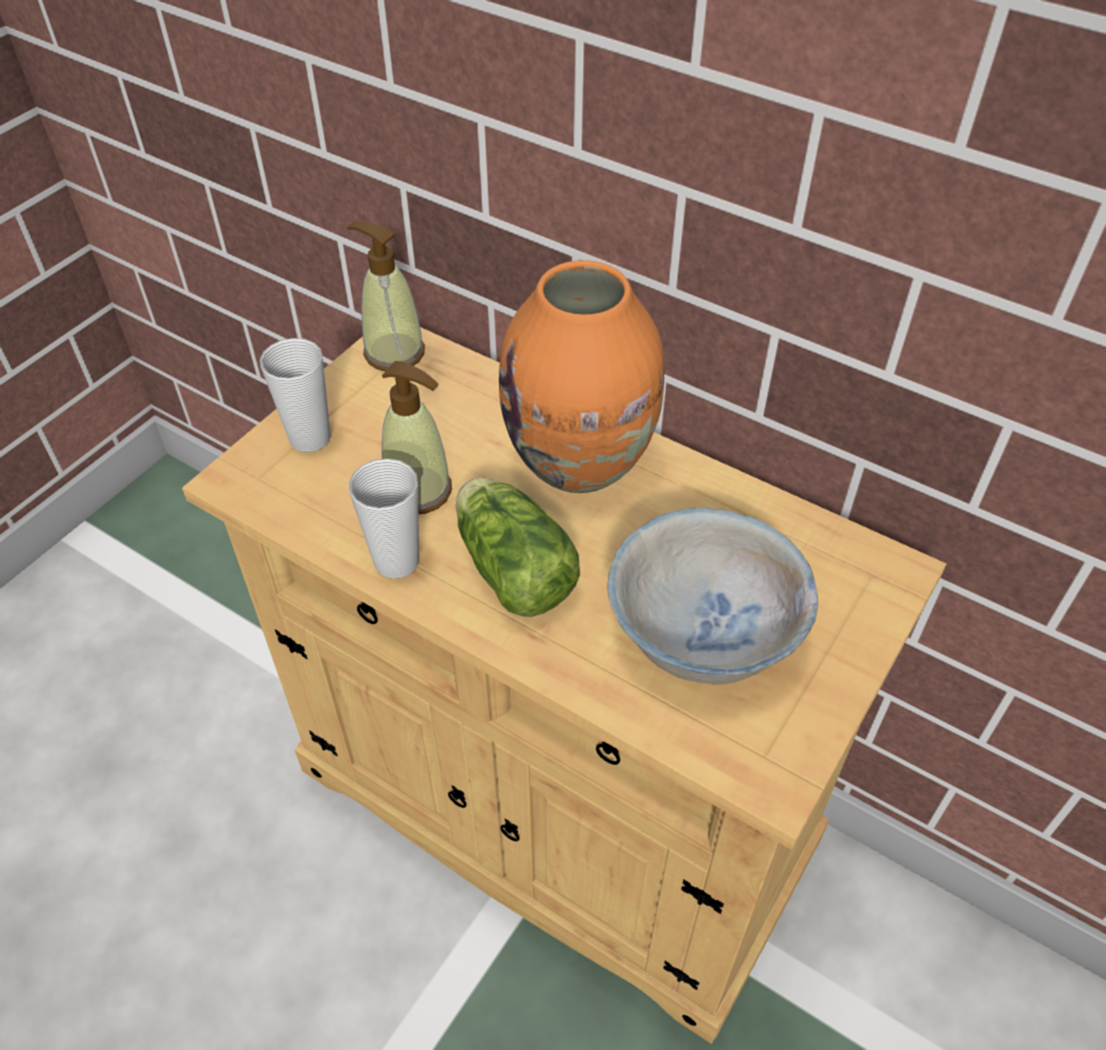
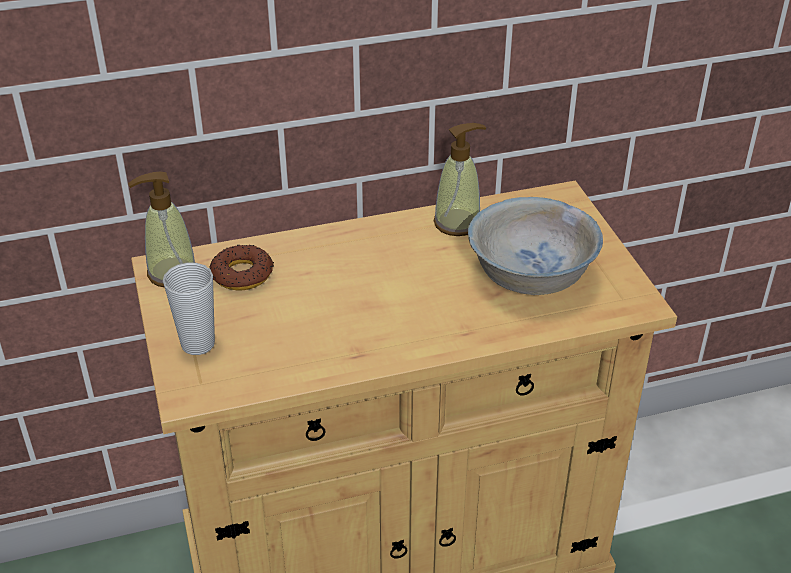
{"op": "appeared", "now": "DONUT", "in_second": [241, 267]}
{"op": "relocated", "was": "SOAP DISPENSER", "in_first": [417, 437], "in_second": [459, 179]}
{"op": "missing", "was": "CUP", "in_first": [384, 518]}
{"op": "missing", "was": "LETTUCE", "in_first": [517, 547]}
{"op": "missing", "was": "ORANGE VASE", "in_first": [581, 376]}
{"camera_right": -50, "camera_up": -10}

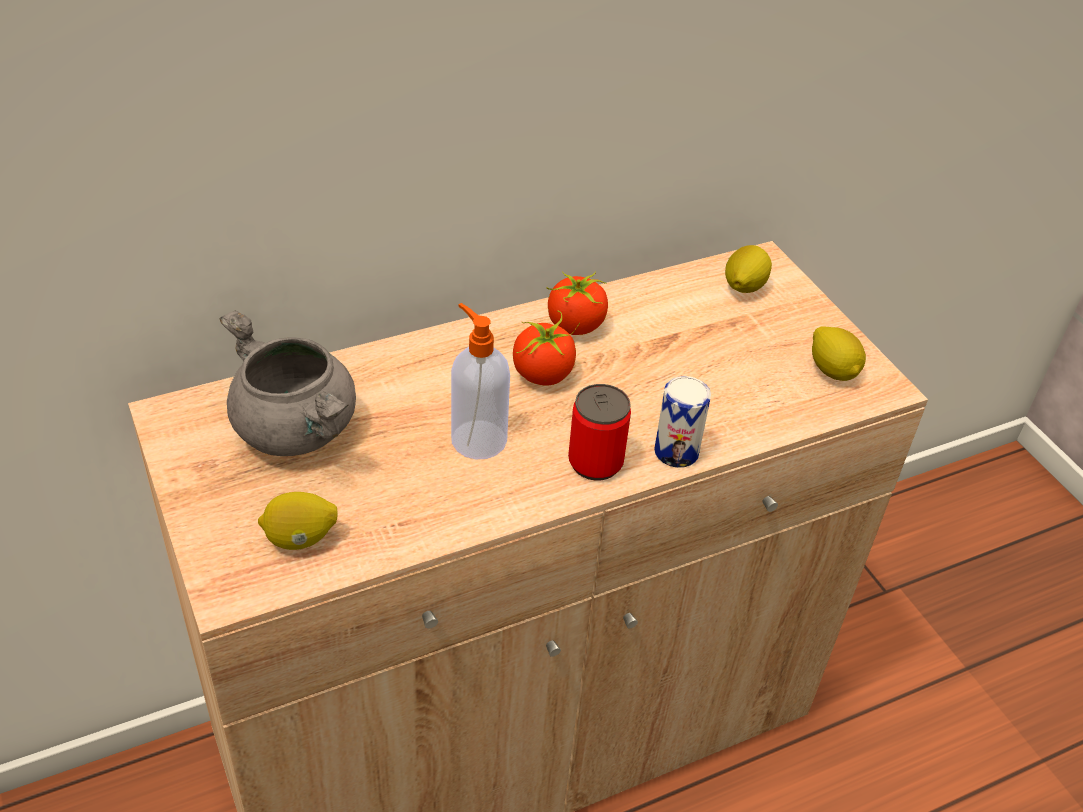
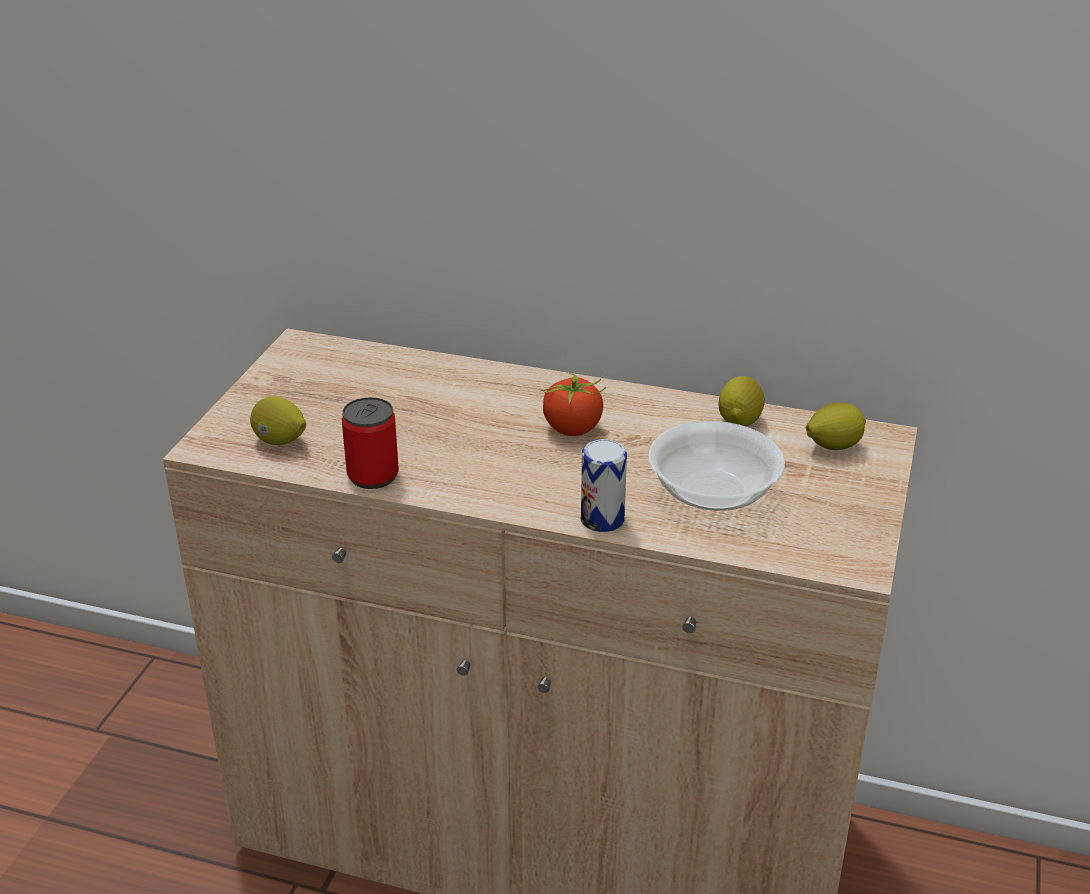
{"op": "relocated", "was": "CAN", "in_first": [599, 432], "in_second": [370, 443]}
{"op": "appeared", "now": "BOWL", "in_second": [716, 466]}
{"op": "relocated", "was": "LEMON", "in_first": [839, 353], "in_second": [741, 401]}
{"op": "missing", "was": "GREY COOKING POT", "in_first": [288, 383]}
{"op": "missing", "was": "SOAP DISPENSER", "in_first": [480, 381]}
{"op": "missing", "was": "TOMATO", "in_first": [577, 303]}
{"camera_right": 45, "camera_up": -10}

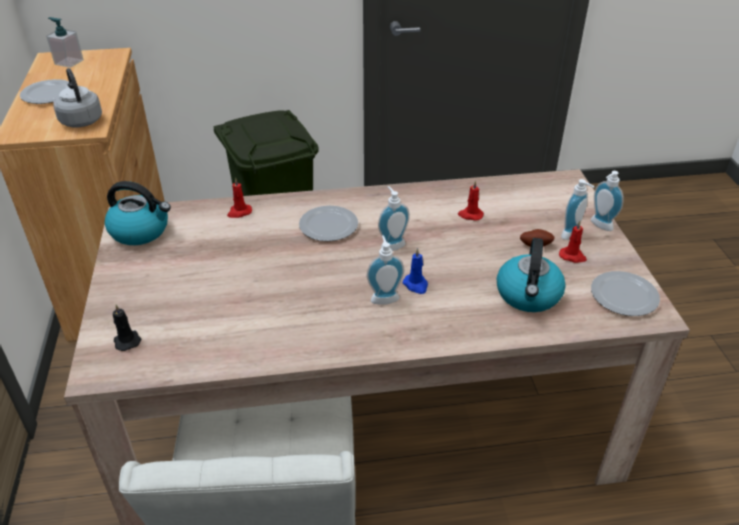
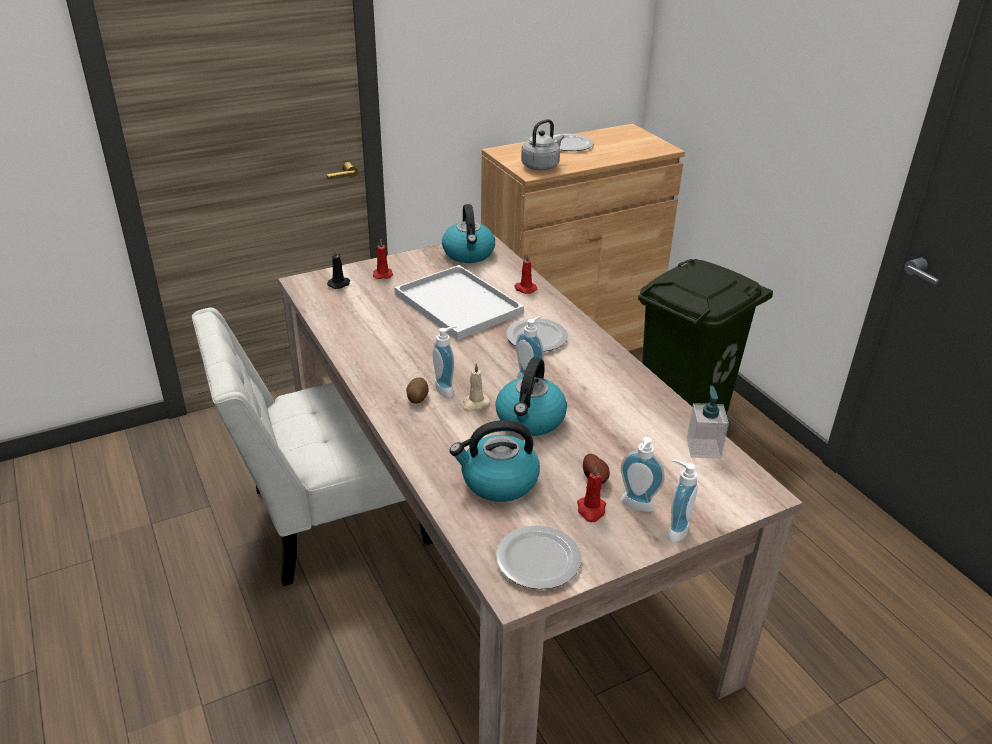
{"op": "relocated", "was": "RED CANDLE", "in_first": [471, 200], "in_second": [383, 259]}
{"op": "appeared", "now": "WHITE TRAY", "in_second": [459, 302]}
{"op": "appeared", "now": "POTATO", "in_second": [417, 390]}
{"op": "colour", "was": "BLUE CANDLE", "now": "BEIGE CANDLE", "in_first": [415, 271], "in_second": [476, 387]}
{"op": "appeared", "now": "KETTLE", "in_second": [531, 396]}
{"op": "relocated", "was": "SOAP DISPENSER", "in_first": [65, 42], "in_second": [708, 422]}
{"camera_right": 70, "camera_up": -5}

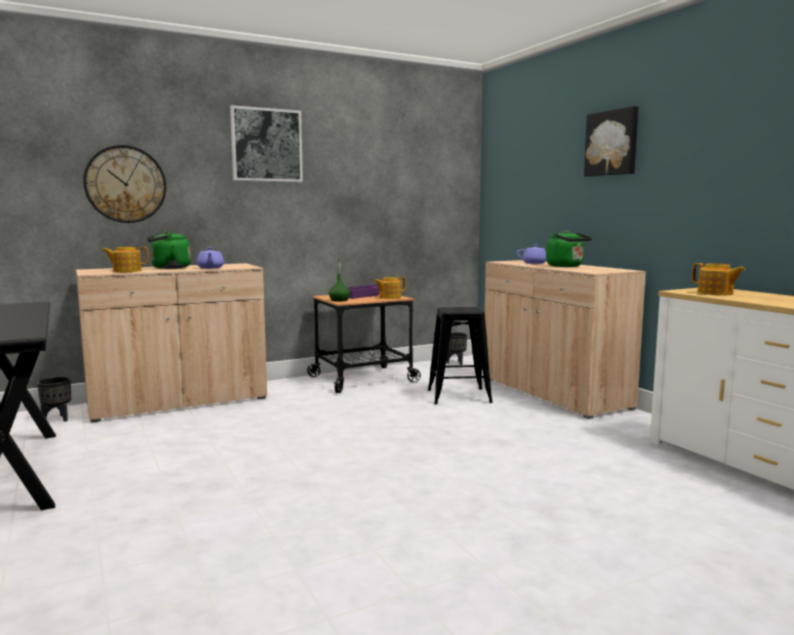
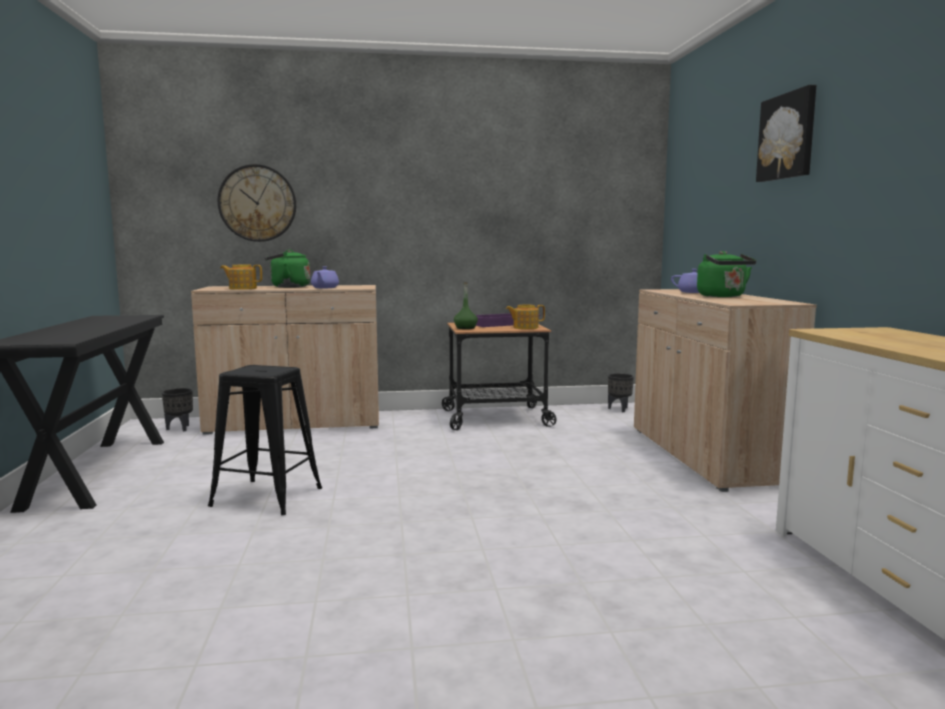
{"op": "relocated", "was": "BLACK STOOL", "in_first": [460, 355], "in_second": [265, 440]}
{"op": "missing", "was": "PICTURE", "in_first": [266, 143]}
{"op": "missing", "was": "TEAPOT", "in_first": [718, 279]}
{"camera_right": 20, "camera_up": 0}

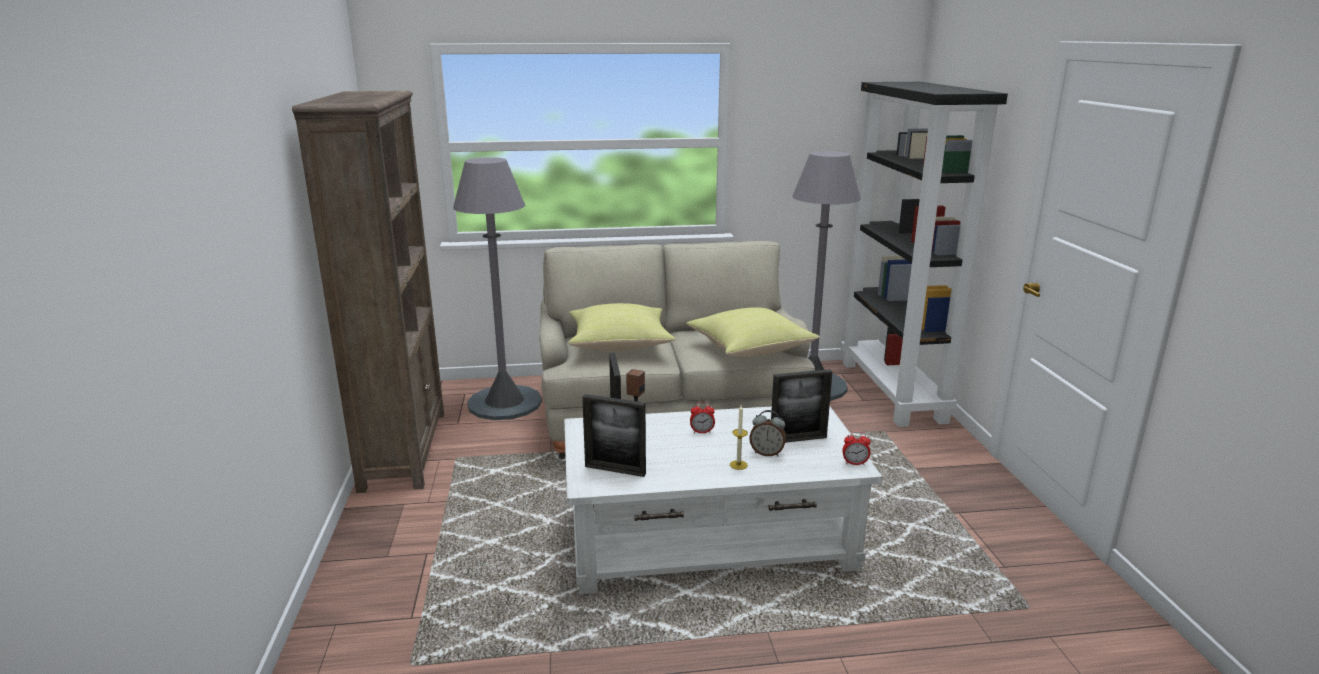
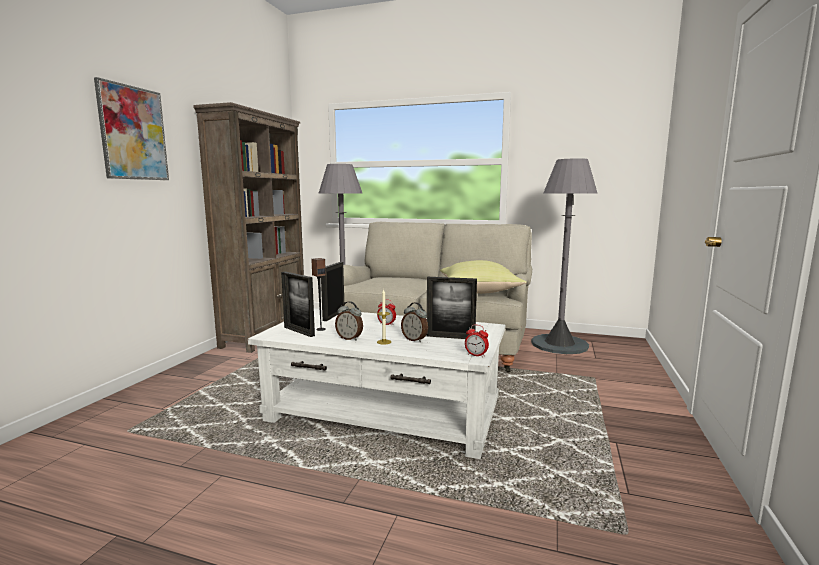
{"op": "appeared", "now": "PICTURE", "in_second": [131, 128]}
{"op": "appeared", "now": "ALARM CLOCK", "in_second": [349, 320]}
{"op": "missing", "was": "YELLOW PILLOW", "in_first": [622, 327]}
{"op": "missing", "was": "BLACK BOOKCASE", "in_first": [924, 254]}
{"camera_right": 25, "camera_up": -10}

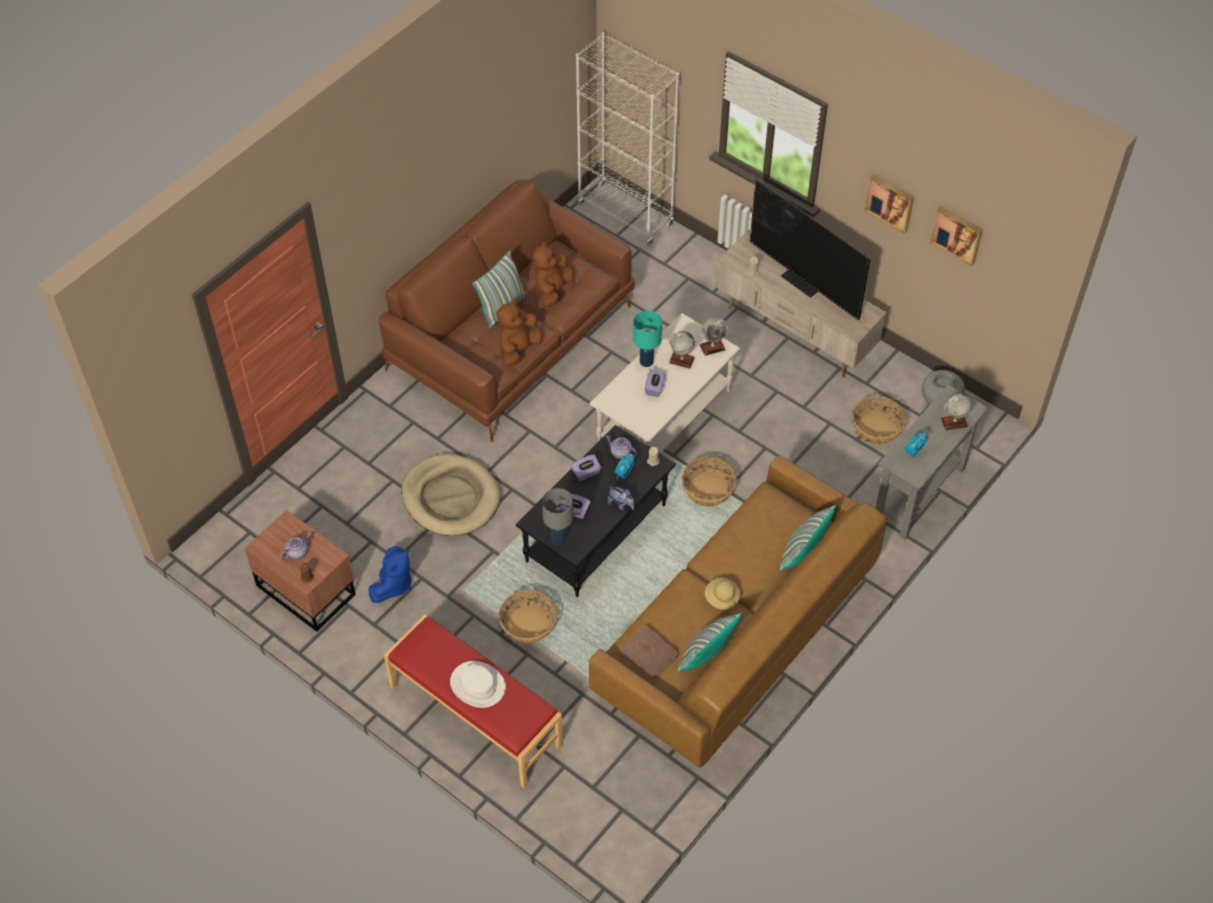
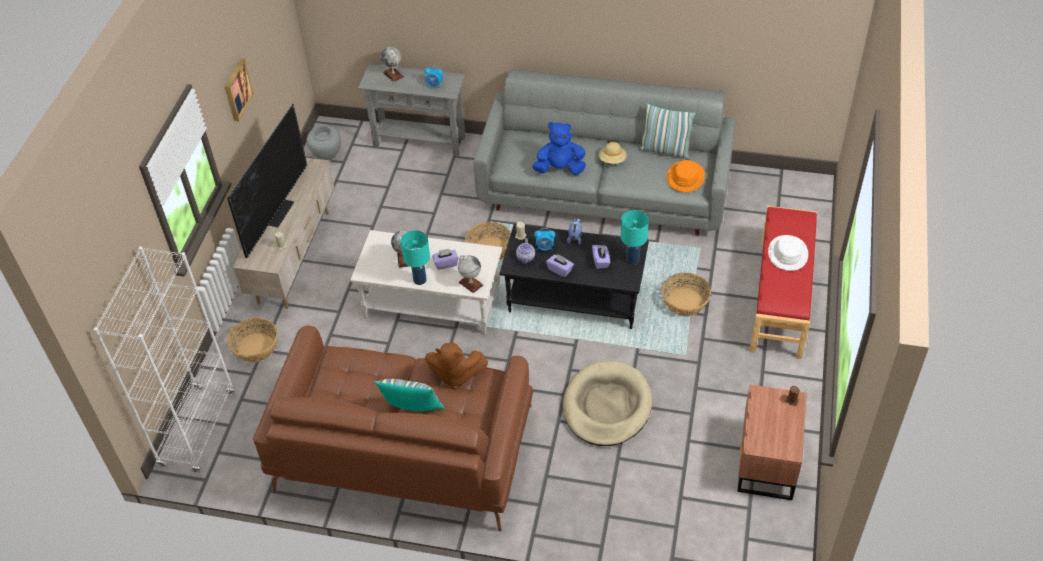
{"op": "relocated", "was": "BASKET", "in_first": [879, 420], "in_second": [252, 340]}
{"op": "relocated", "was": "GLOBE", "in_first": [714, 337], "in_second": [470, 274]}
{"op": "colour", "was": "BROWN SOFA", "now": "GREY SOFA", "in_first": [738, 611], "in_second": [604, 153]}
{"op": "relocated", "was": "BLUE PLUSH TOY", "in_first": [390, 574], "in_second": [559, 148]}
{"op": "colour", "was": "GREY TABLE LAMP", "now": "TURQUOISE TABLE LAMP", "in_first": [558, 516], "in_second": [635, 237]}
{"op": "exchanged", "was": "BROWN BOOK", "now": "ORANGE HAT", "in_first": [650, 652], "in_second": [686, 176]}
{"op": "missing", "was": "TEAPOT", "in_first": [295, 547]}
{"op": "missing", "was": "BROWN PLUSH TOY", "in_first": [553, 274]}
{"op": "missing", "was": "PILLOW", "in_first": [808, 538]}
{"op": "missing", "was": "PICTURE", "in_first": [956, 236]}
{"camera_right": -115, "camera_up": -5}

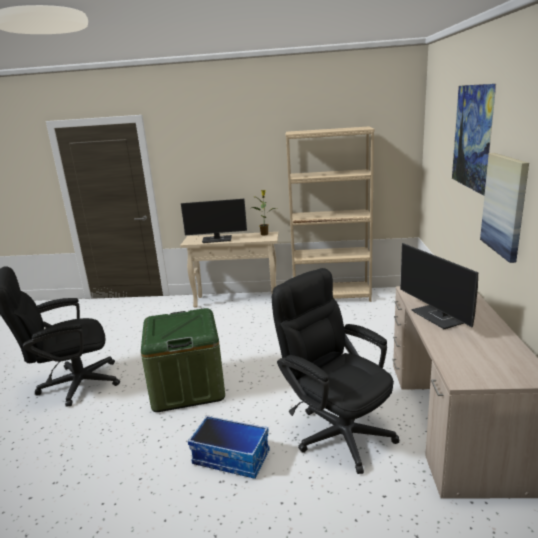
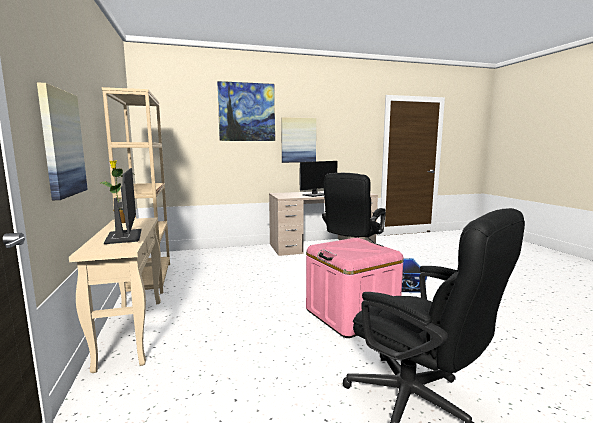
{"op": "appeared", "now": "PICTURE", "in_second": [62, 141]}
{"op": "colour", "was": "GREEN STORAGE BOX", "now": "PINK STORAGE BOX", "in_first": [183, 360], "in_second": [355, 288]}
{"camera_right": -110, "camera_up": -10}

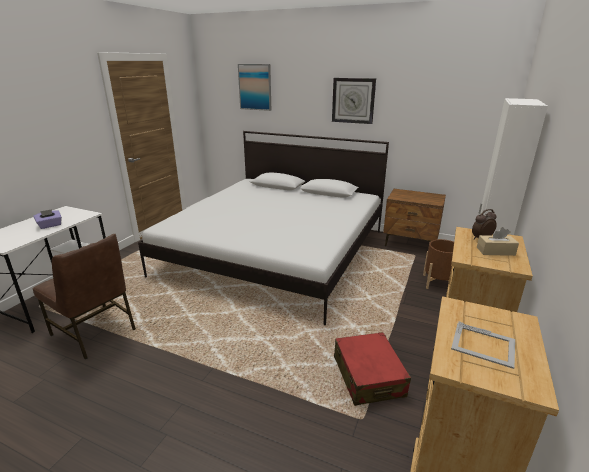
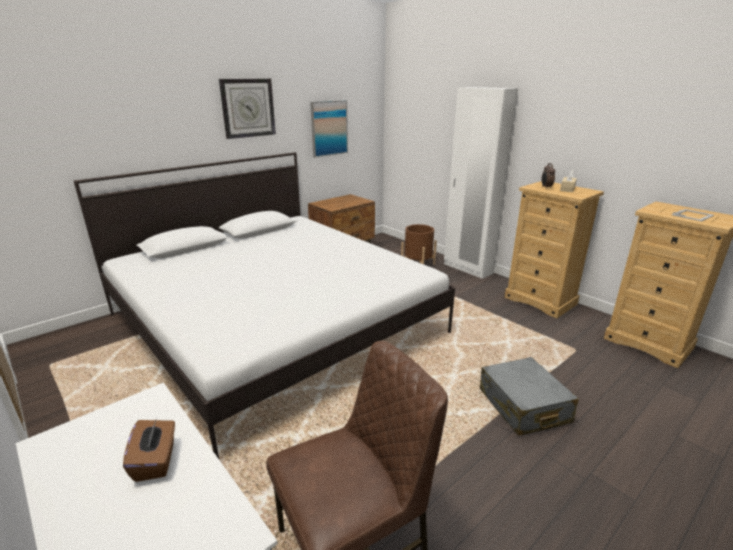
{"op": "colour", "was": "PURPLE TISSUE BOX", "now": "BROWN TISSUE BOX", "in_first": [48, 219], "in_second": [149, 450]}
{"op": "relocated", "was": "PICTURE", "in_first": [254, 87], "in_second": [329, 129]}
{"op": "appeared", "now": "GREY SUITCASE", "in_second": [529, 396]}
{"op": "missing", "was": "RED SUITCASE", "in_first": [372, 369]}
{"camera_right": -65, "camera_up": 0}

